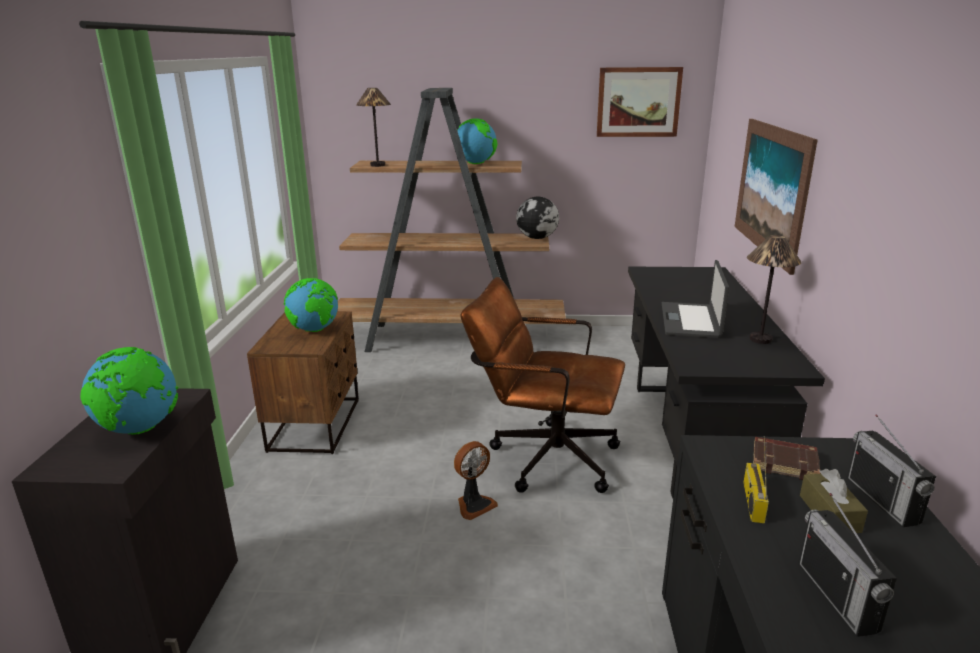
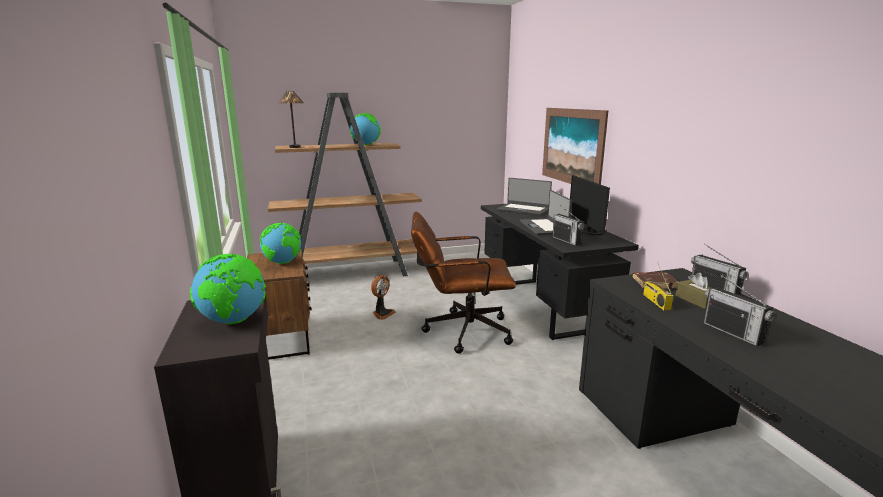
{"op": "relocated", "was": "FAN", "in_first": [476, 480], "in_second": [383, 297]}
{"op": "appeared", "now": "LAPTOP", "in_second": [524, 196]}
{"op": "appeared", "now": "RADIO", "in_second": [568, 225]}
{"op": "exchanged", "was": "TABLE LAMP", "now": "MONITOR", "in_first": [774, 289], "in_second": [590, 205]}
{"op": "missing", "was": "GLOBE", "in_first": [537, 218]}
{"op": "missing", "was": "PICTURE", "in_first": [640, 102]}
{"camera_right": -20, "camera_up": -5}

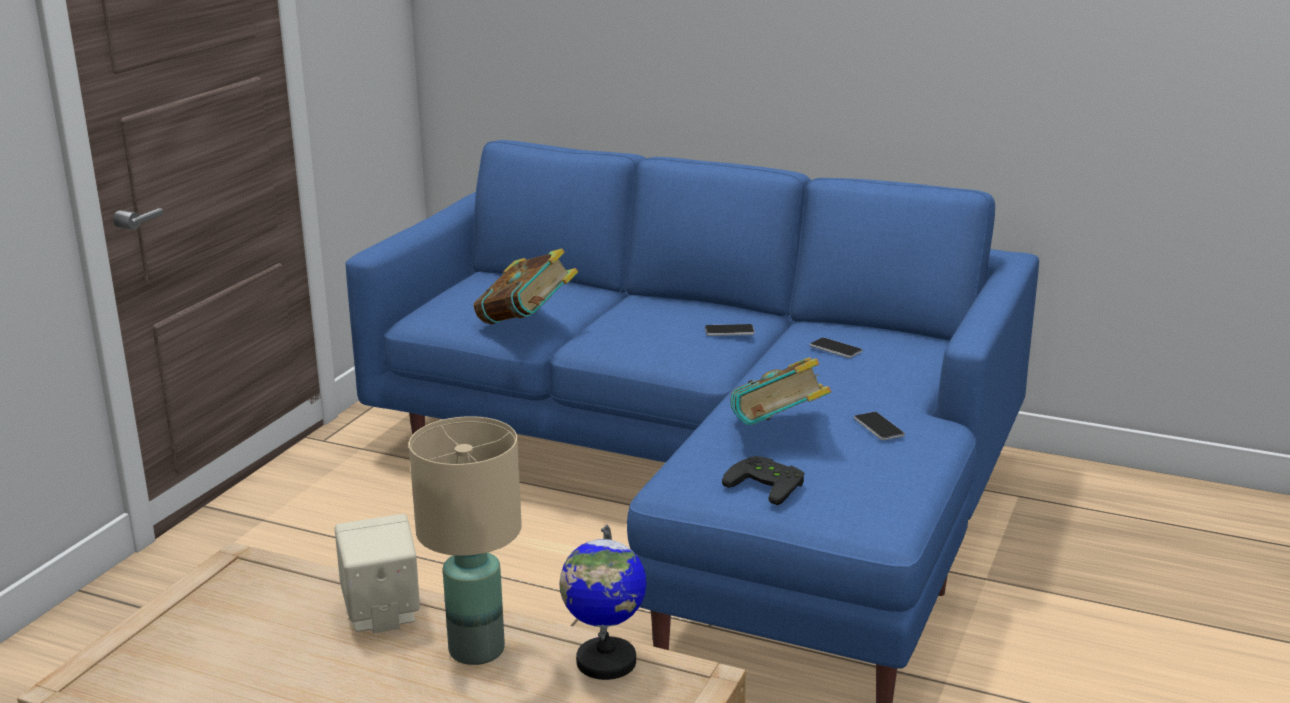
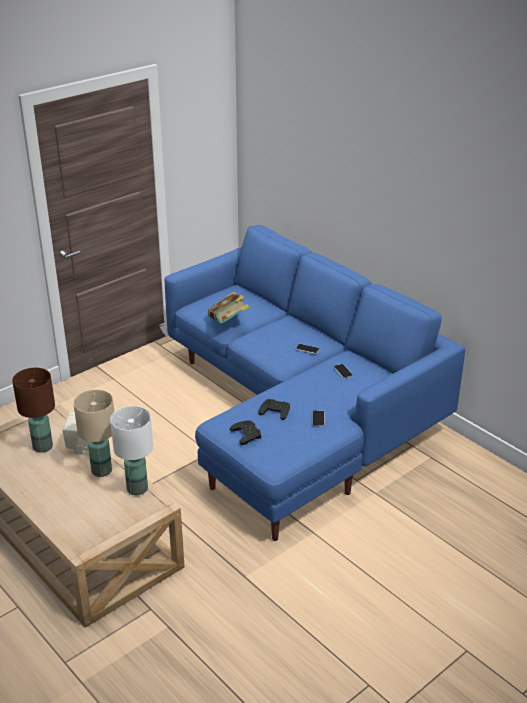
{"op": "appeared", "now": "BROWN TABLE LAMP", "in_second": [33, 410]}
{"op": "exchanged", "was": "GLOBE", "now": "WHITE TABLE LAMP", "in_first": [602, 602], "in_second": [131, 450]}
{"op": "exchanged", "was": "BOOK", "now": "BLACK GAME CONTROLLER", "in_first": [780, 391], "in_second": [274, 409]}
{"camera_right": 25, "camera_up": 10}

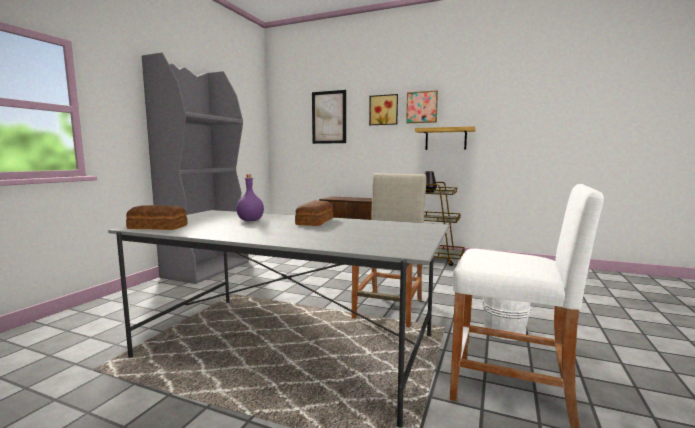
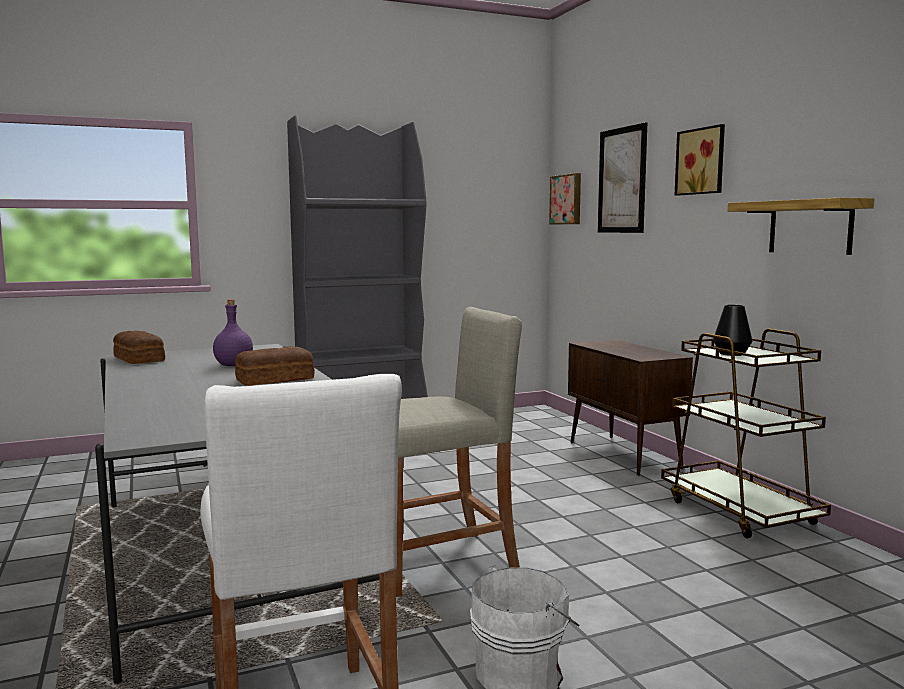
{"op": "relocated", "was": "PICTURE", "in_first": [422, 106], "in_second": [565, 199]}
{"camera_right": 45, "camera_up": 0}

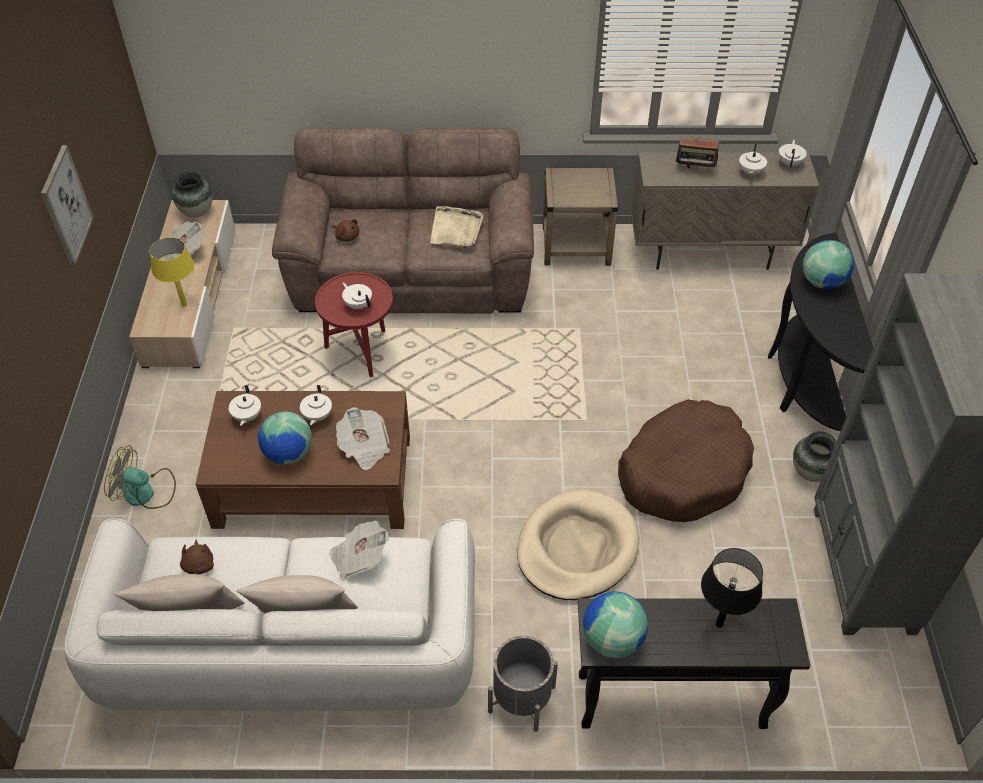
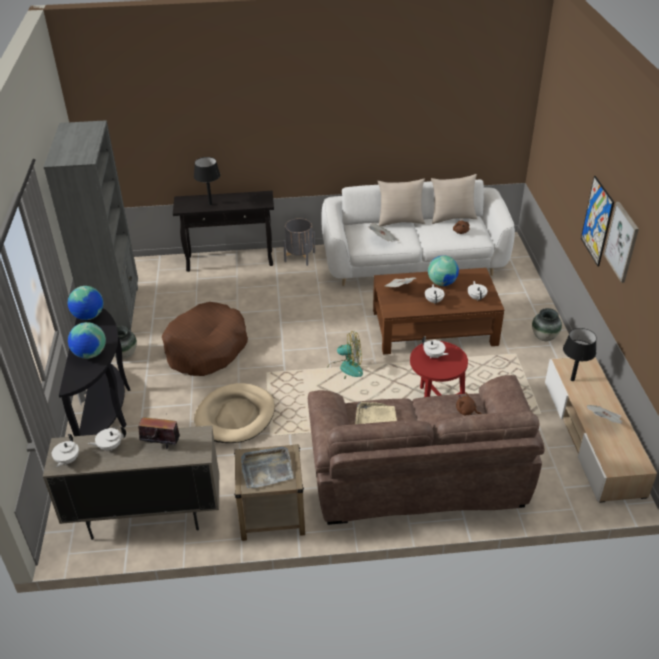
{"op": "relocated", "was": "GLOBE", "in_first": [615, 625], "in_second": [85, 303]}
{"op": "spun", "was": "WHITE TEAPOT", "in_first": [753, 160], "in_second": [107, 439], "clockwise": -120}
{"op": "relocated", "was": "BEIGE DOG BED", "in_first": [578, 545], "in_second": [234, 413]}
{"op": "appeared", "now": "GREY TRAY", "in_second": [267, 467]}
{"op": "relocated", "was": "FAN", "in_first": [140, 477], "in_second": [345, 355]}
{"op": "relocated", "was": "VASE", "in_first": [192, 194], "in_second": [547, 324]}
{"op": "colour", "was": "YELLOW TABLE LAMP", "now": "BLACK TABLE LAMP", "in_first": [172, 272], "in_second": [580, 354]}
{"op": "appeared", "now": "PICTURE", "in_second": [597, 221]}
{"camera_right": 175, "camera_up": -10}

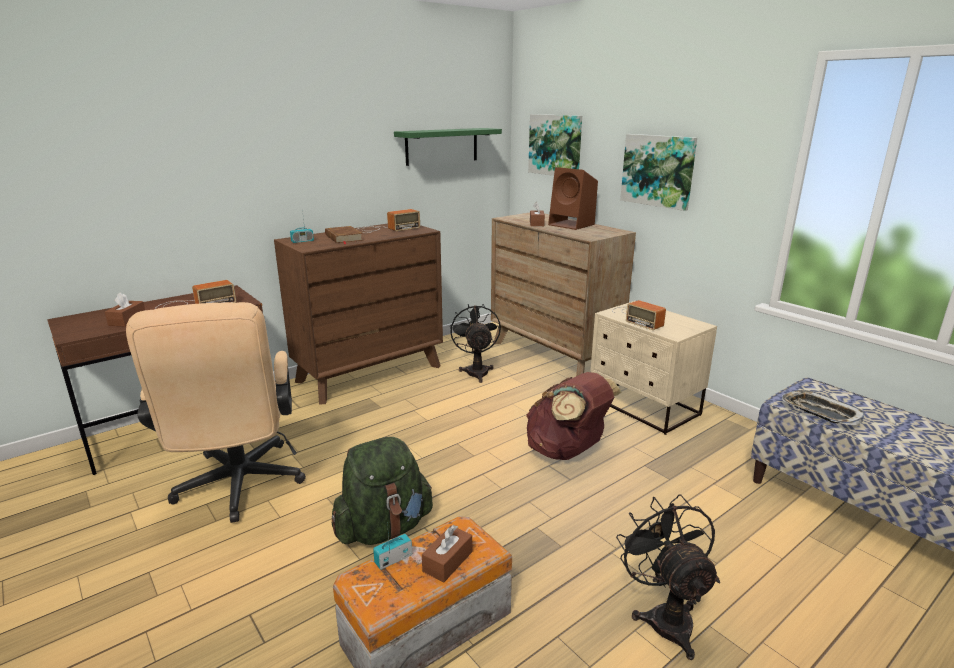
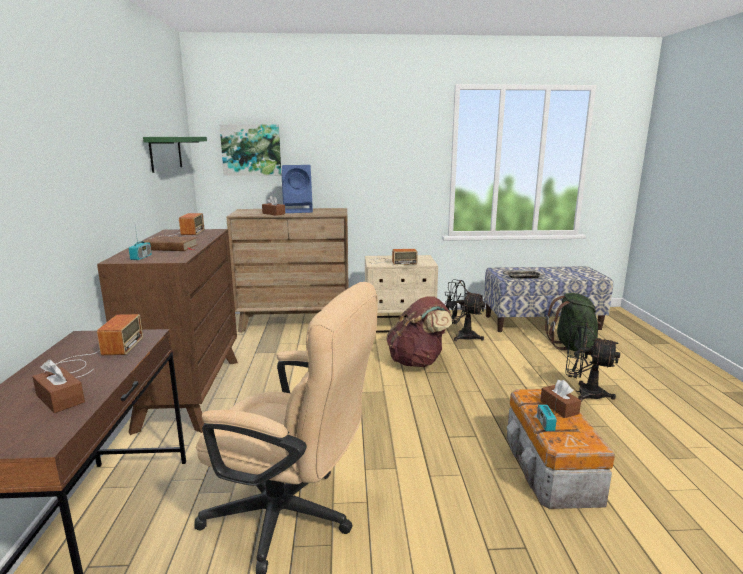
{"op": "colour", "was": "BROWN SPEAKER", "now": "BLUE SPEAKER", "in_first": [573, 198], "in_second": [297, 189]}
{"op": "relocated", "was": "BLACK FAN", "in_first": [475, 343], "in_second": [464, 310]}
{"op": "relocated", "was": "GREEN BACKPACK", "in_first": [382, 491], "in_second": [573, 323]}
{"op": "missing", "was": "PICTURE", "in_first": [658, 172]}
{"camera_right": -55, "camera_up": -5}

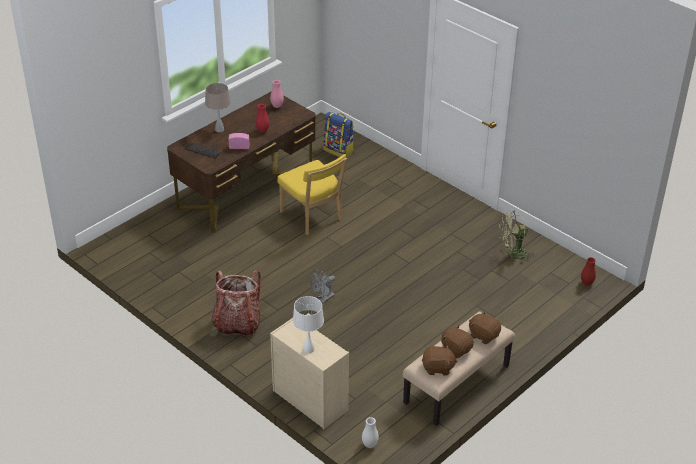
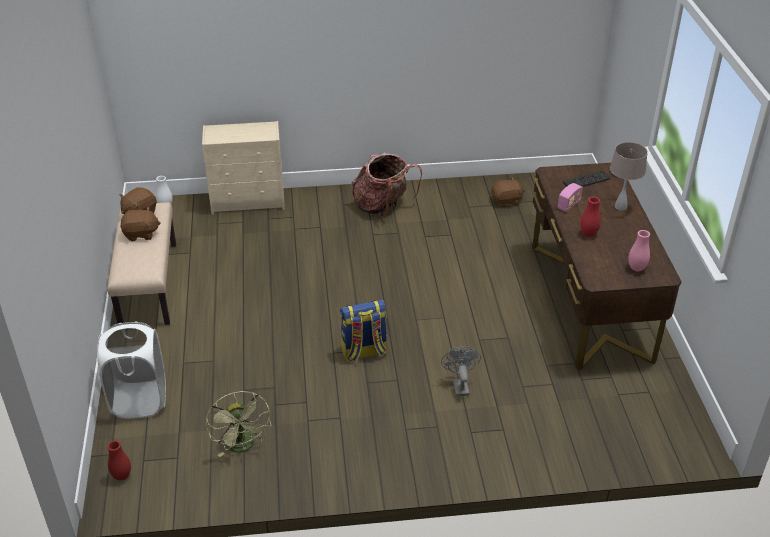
{"op": "appeared", "now": "WHITE LAUNDRY BASKET", "in_second": [131, 370]}
{"op": "spun", "was": "GREEN FAN", "in_first": [516, 237], "in_second": [238, 424], "clockwise": 135}
{"op": "relocated", "was": "BACKPACK", "in_first": [338, 135], "in_second": [364, 331]}
{"op": "relocated", "was": "GREY FAN", "in_first": [322, 286], "in_second": [461, 371]}
{"op": "relocated", "was": "BROWN PLUSH TOY", "in_first": [485, 327], "in_second": [508, 192]}
{"op": "missing", "was": "YELLOW CHAIR", "in_first": [312, 194]}
{"op": "missing", "was": "WHITE TABLE LAMP", "in_first": [308, 324]}
{"camera_right": 130, "camera_up": 0}

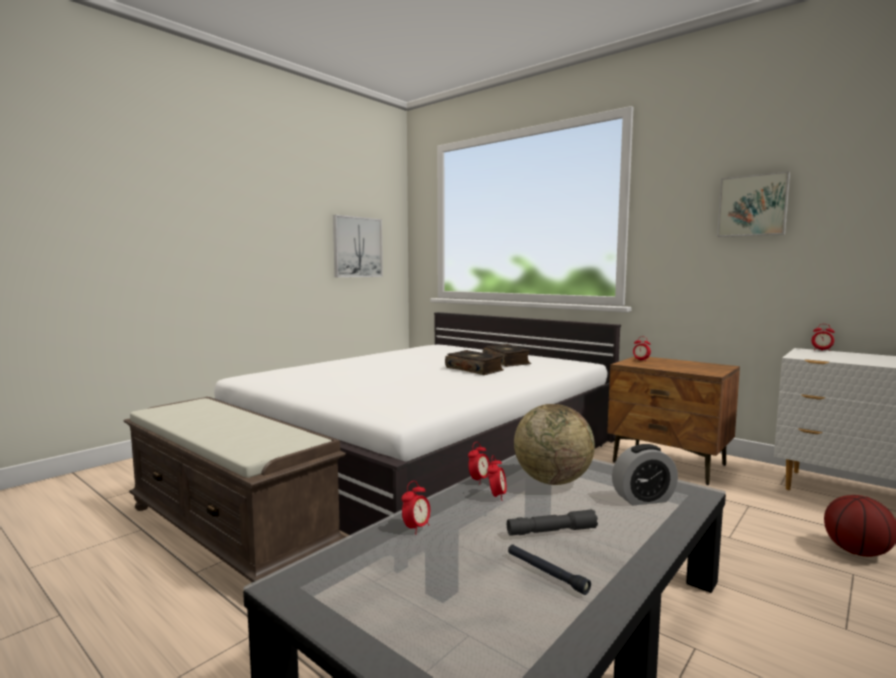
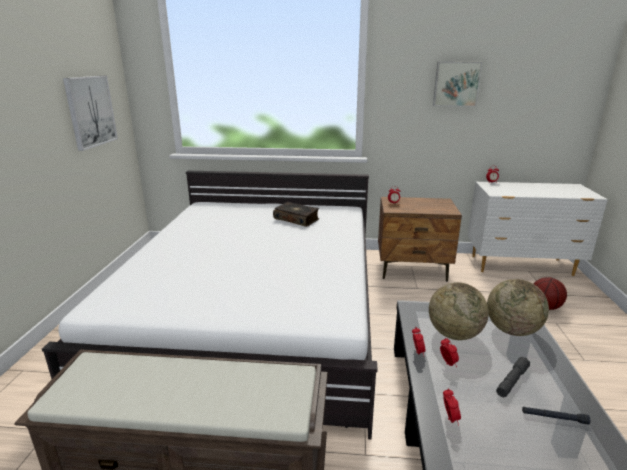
{"op": "exchanged", "was": "ALARM CLOCK", "now": "GLOBE", "in_first": [645, 474], "in_second": [518, 307]}
{"op": "missing", "was": "BOOK", "in_first": [474, 362]}
{"camera_right": -35, "camera_up": 15}

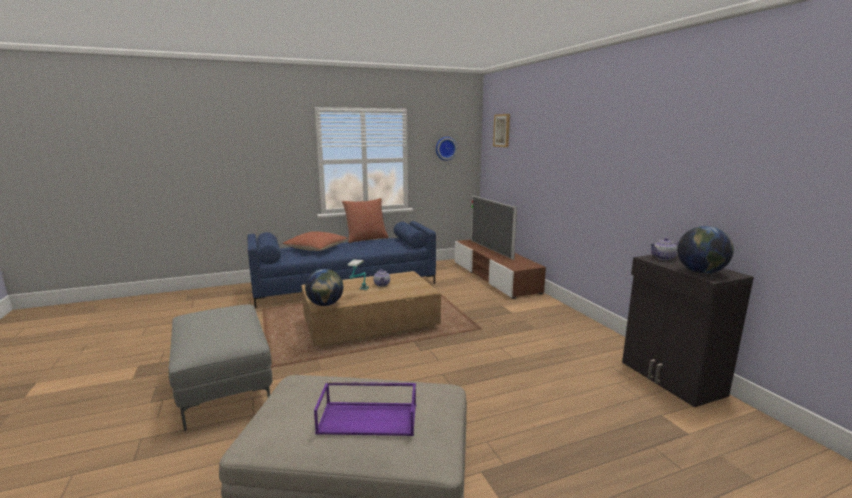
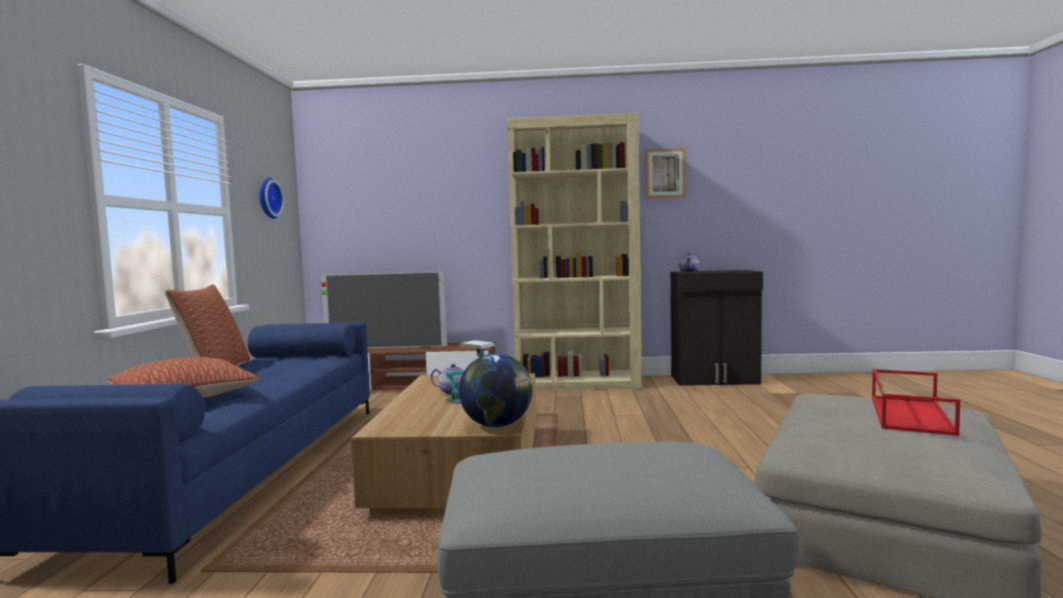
{"op": "appeared", "now": "BEIGE BOOKCASE", "in_second": [574, 251]}
{"op": "relocated", "was": "PICTURE", "in_first": [501, 130], "in_second": [665, 173]}
{"op": "colour", "was": "PURPLE TRAY", "now": "RED TRAY", "in_first": [365, 409], "in_second": [916, 402]}
{"op": "missing", "was": "GLOBE", "in_first": [705, 250]}
{"camera_right": -65, "camera_up": -10}

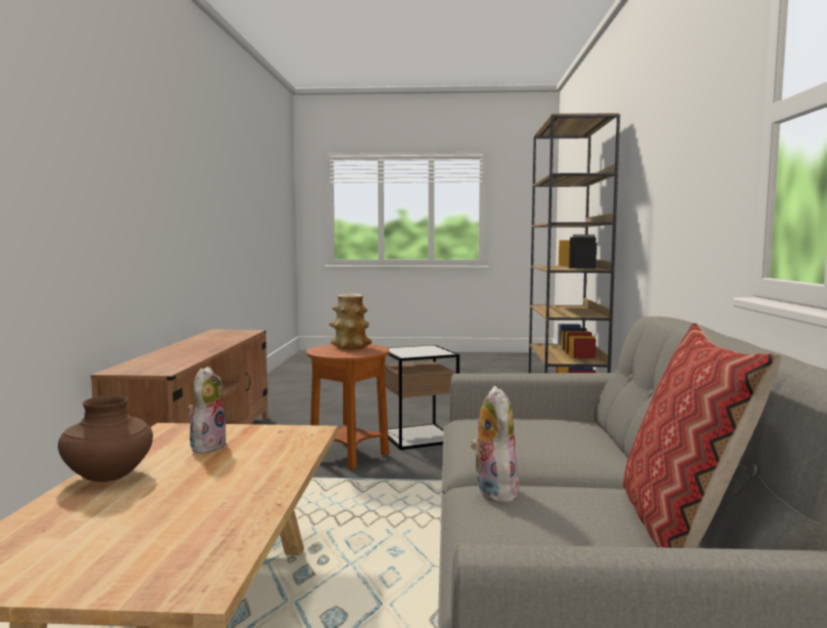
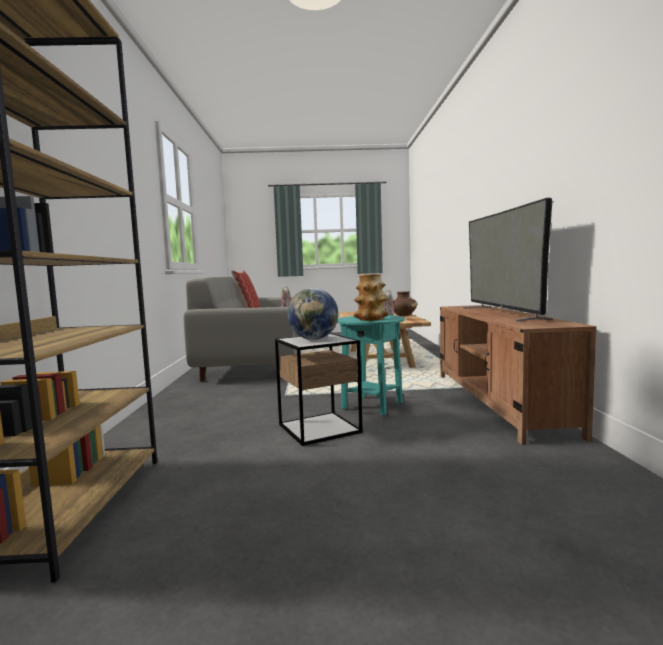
{"op": "appeared", "now": "GLOBE", "in_second": [312, 314]}
{"op": "colour", "was": "BROWN SIDE TABLE", "now": "TURQUOISE SIDE TABLE", "in_first": [347, 407], "in_second": [371, 365]}
{"op": "appeared", "now": "TELEVISION", "in_second": [508, 260]}
{"camera_right": 175, "camera_up": 0}

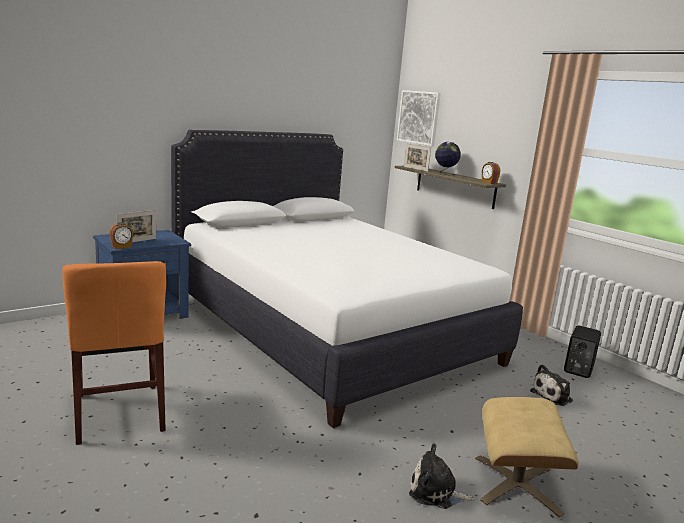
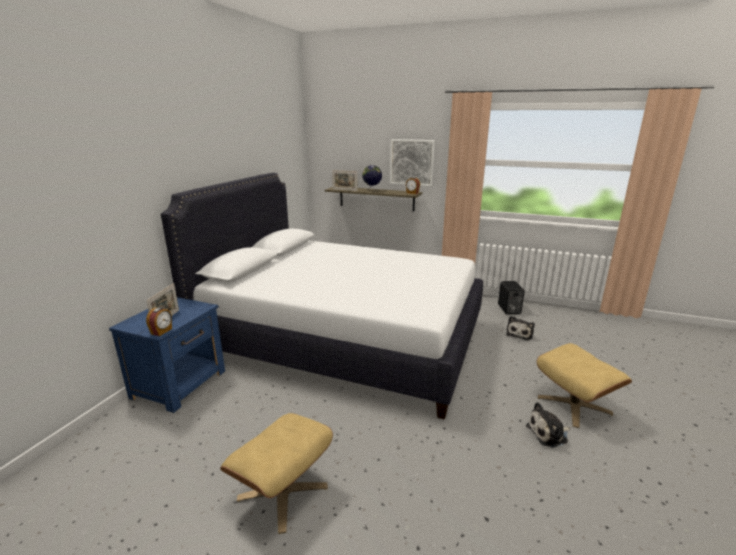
{"op": "exchanged", "was": "ORANGE CHAIR", "now": "BEIGE OTTOMAN", "in_first": [114, 353], "in_second": [276, 473]}
{"op": "relocated", "was": "PICTURE", "in_first": [419, 118], "in_second": [412, 162]}
{"camera_right": -30, "camera_up": 5}

